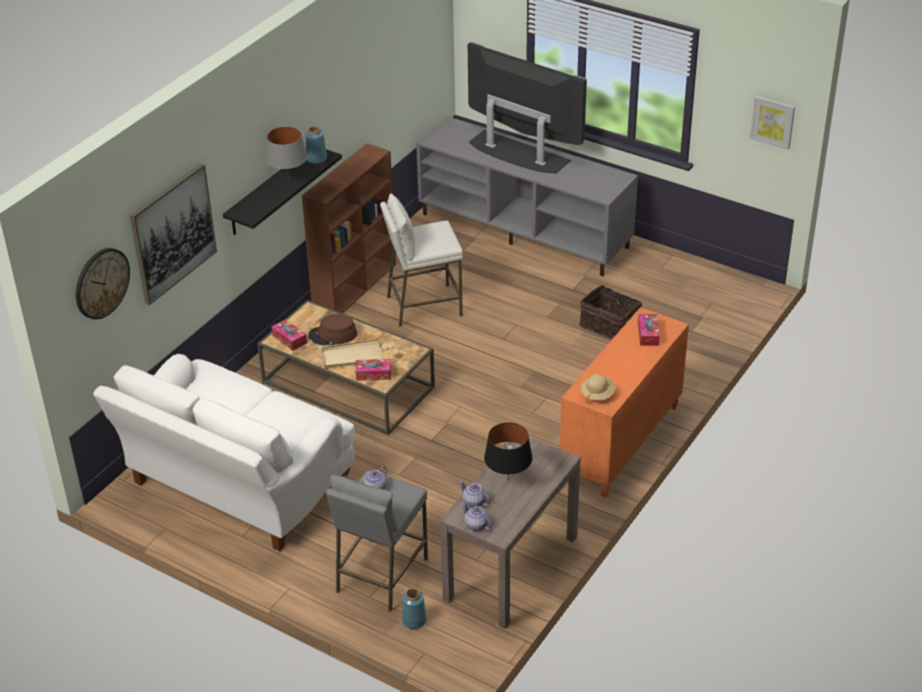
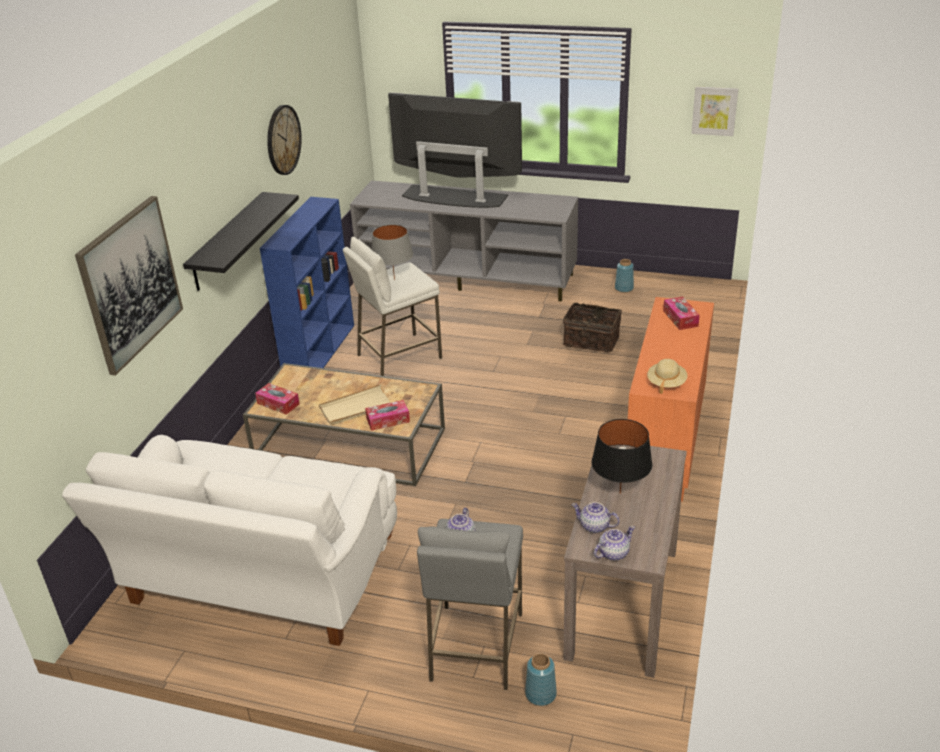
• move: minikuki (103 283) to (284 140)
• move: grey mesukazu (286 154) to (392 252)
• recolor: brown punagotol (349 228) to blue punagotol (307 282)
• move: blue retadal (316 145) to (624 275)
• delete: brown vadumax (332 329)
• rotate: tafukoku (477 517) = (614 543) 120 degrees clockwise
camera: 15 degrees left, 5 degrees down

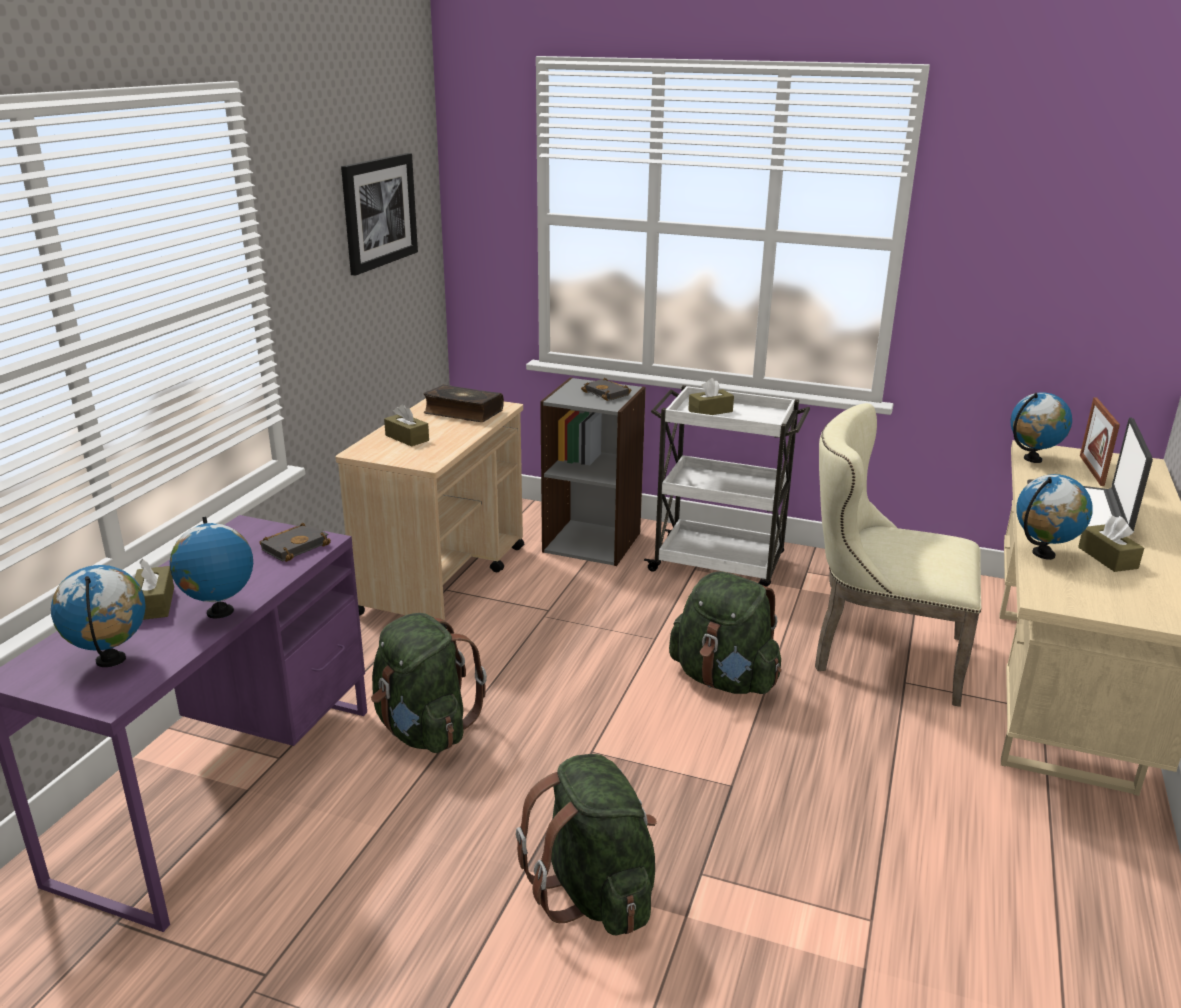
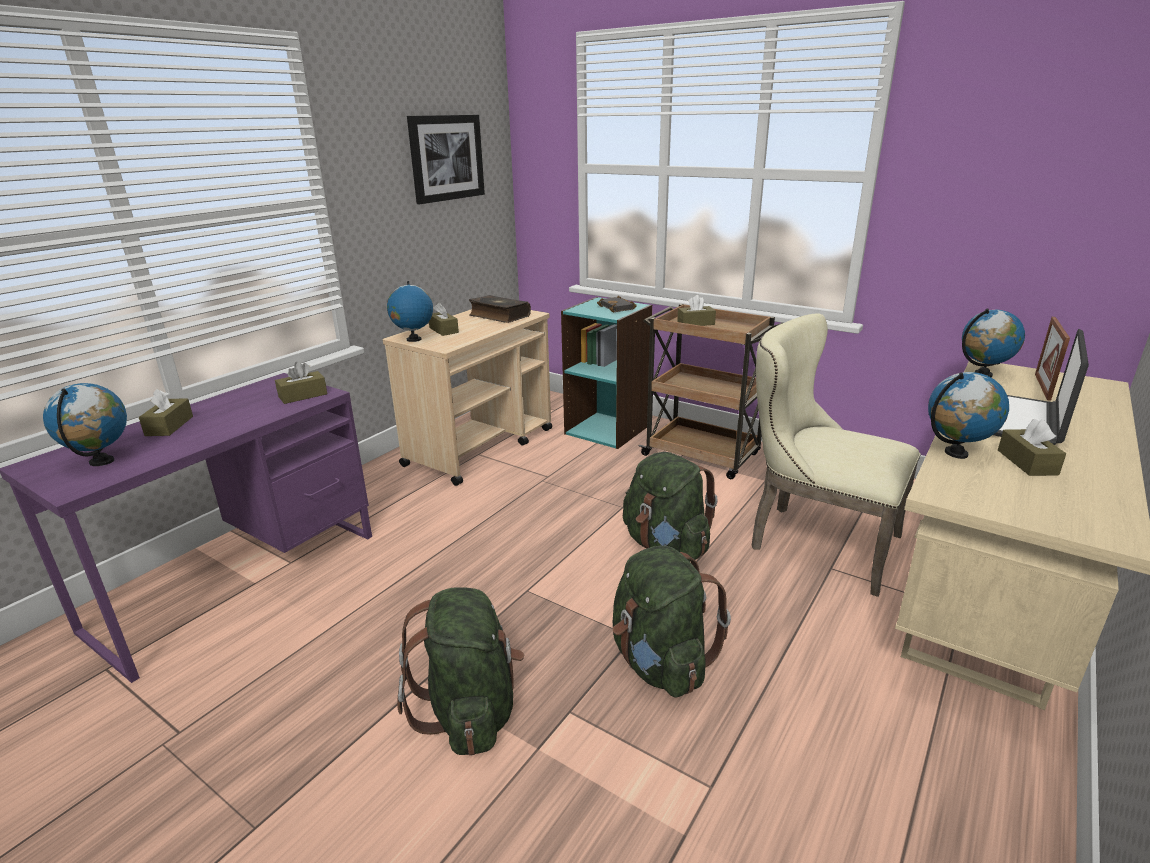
• move: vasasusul (211 567) to (410 311)
• replace: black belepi (295 542) to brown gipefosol (301 383)
• move: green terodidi (429 683) to (672 621)
• recolor: grey punagotol (593 471) to turquoise punagotol (606 373)
• recolor: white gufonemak (727 486) to brown gufonemak (710 391)
camera: 15 degrees right, 0 degrees up

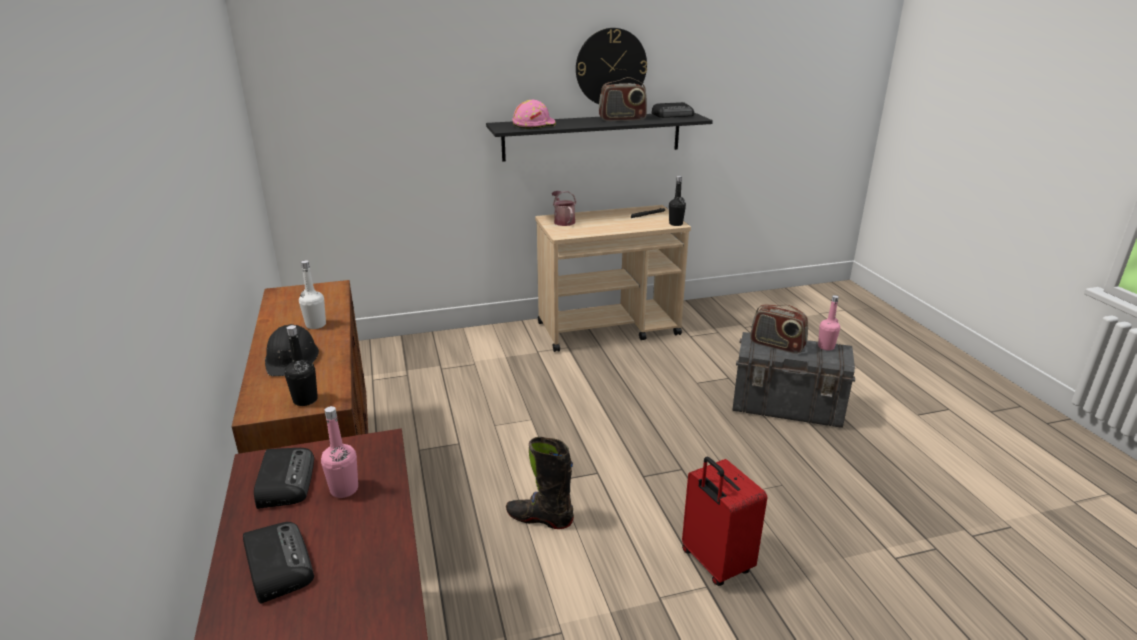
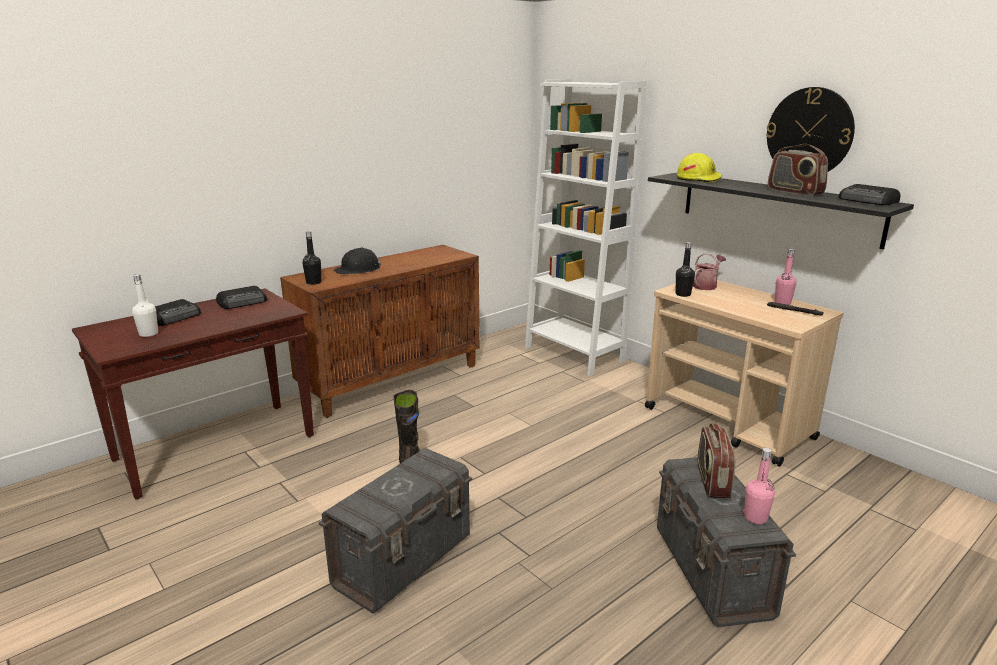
• move: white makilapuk (312 294) to (145 305)
• move: pink makilapuk (339 452) to (786 277)
• recolor: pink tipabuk (534 114) to yellow tipabuk (699 168)
• move: black makilapuk (677 201) to (685 269)
• replace: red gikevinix (724 521) to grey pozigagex (395 531)
• insert: white punagotol (586 227)
camera: 65 degrees right, 5 degrees down

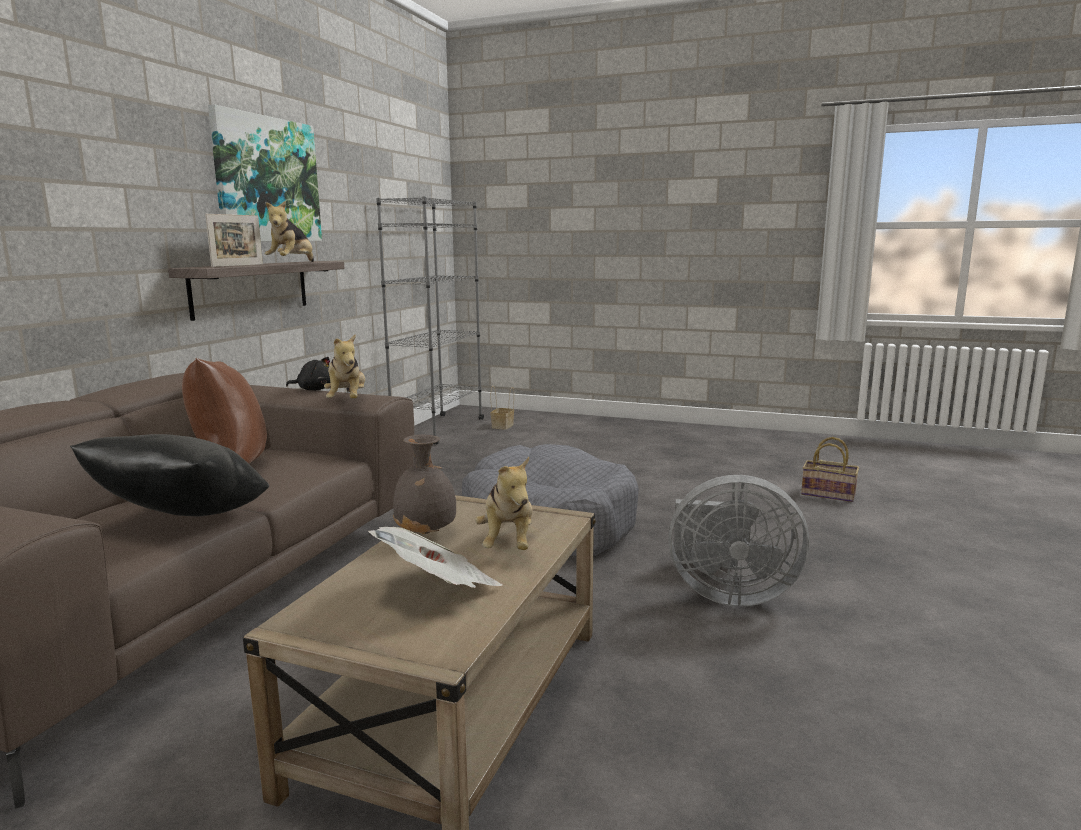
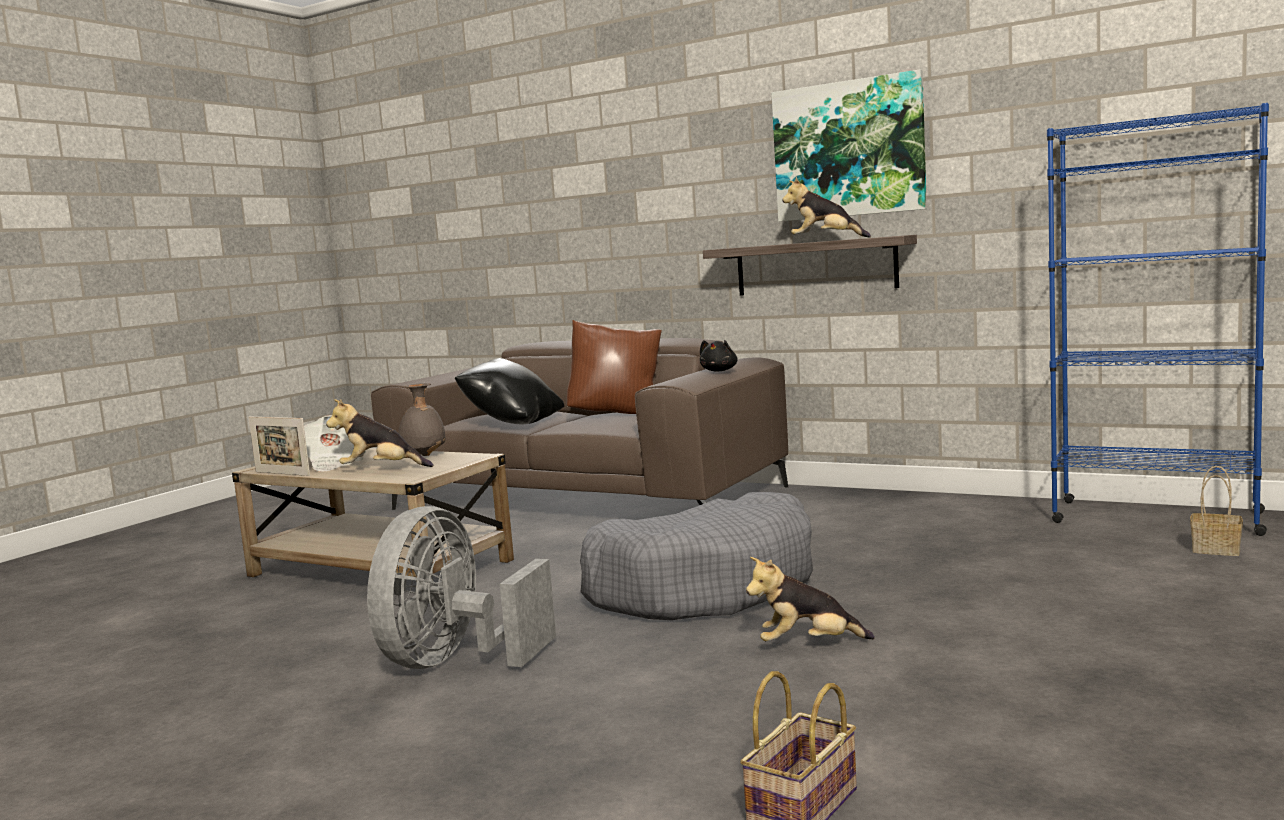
• move: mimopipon (234 240) to (279 446)
• move: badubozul (344 366) to (810 599)
• recolor: grey punagotol (430 320) to blue punagotol (1158 319)
camera: 100 degrees right, 5 degrees down

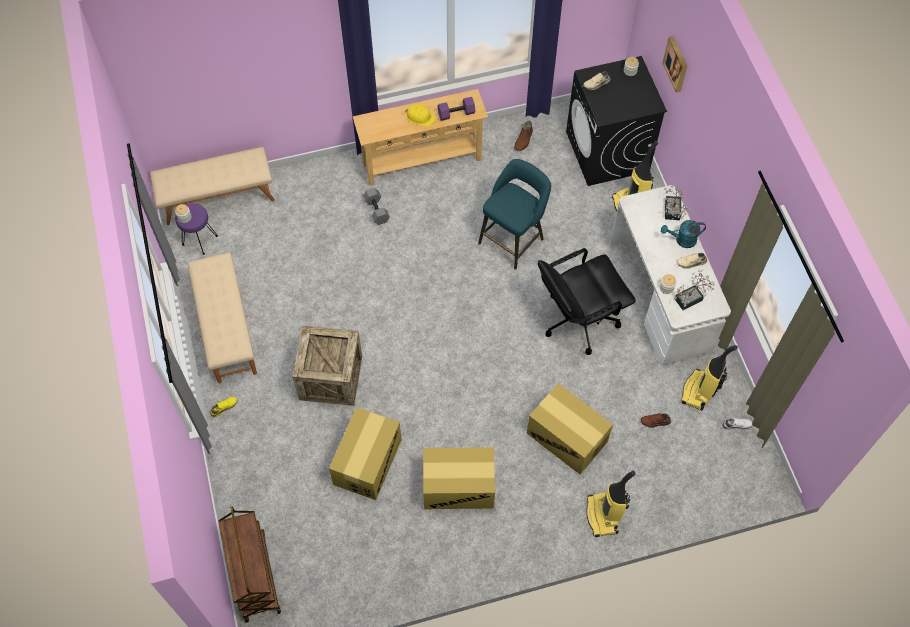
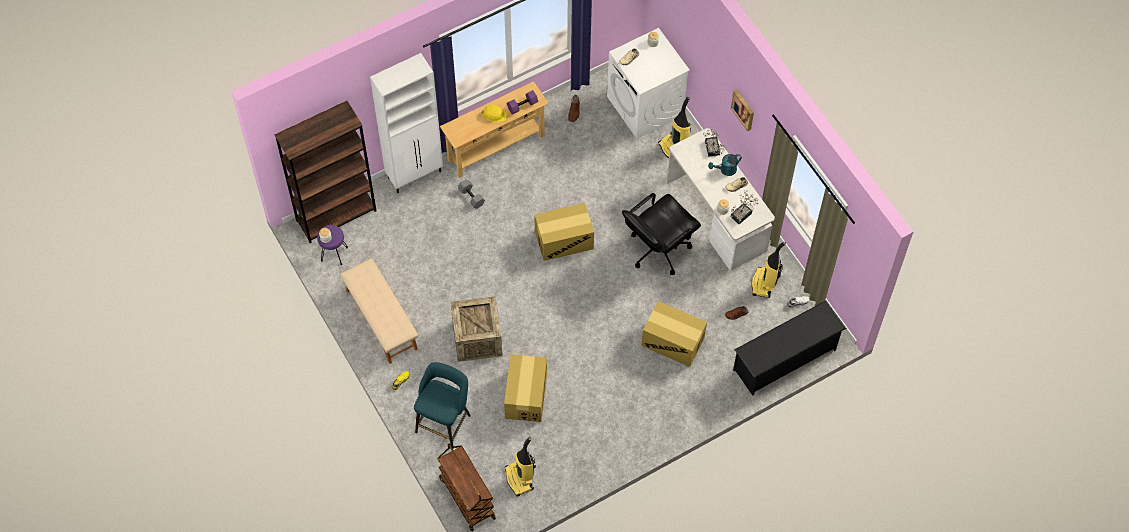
• replace: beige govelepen (212 186) to brown punagotol (325 172)
• move: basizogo (459 478) to (564 232)
• move: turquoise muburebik (514 214) to (442 404)
• recolor: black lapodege (616 121) to white lapodege (648 83)
• move: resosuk (610 504) to (520 466)
• move: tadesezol (674 64) to (742 110)
• insert: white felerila (406 123)
• insert: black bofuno (790 348)
camera: 15 degrees left, 0 degrees up

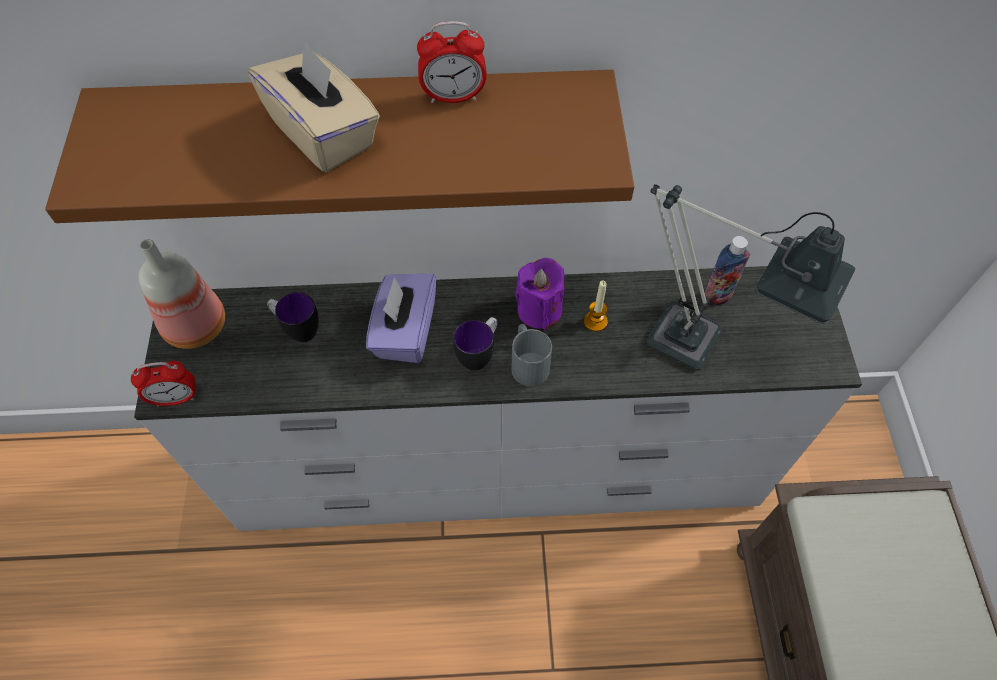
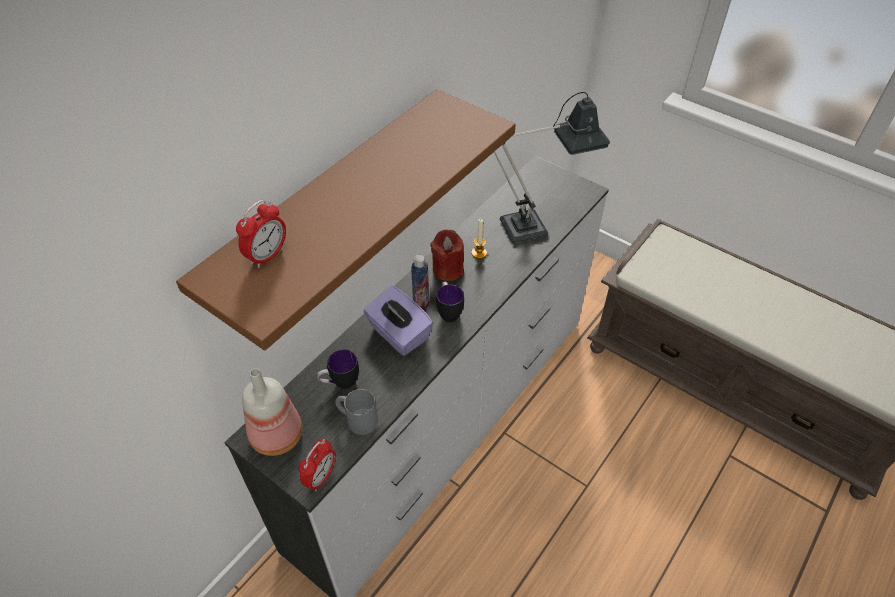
• delete: beige gipefosol (314 106)
• move: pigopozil (452 62) to (261 234)
• move: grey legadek (531 355) to (356 412)
• recolor: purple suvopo (539 294) to red suvopo (447 255)
• move: makilapuk (727 271) to (420 282)
camera: 50 degrees left, 10 degrees down

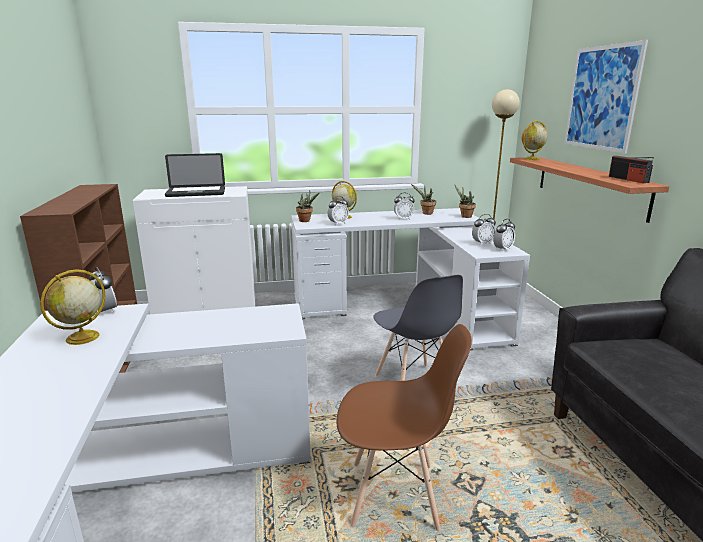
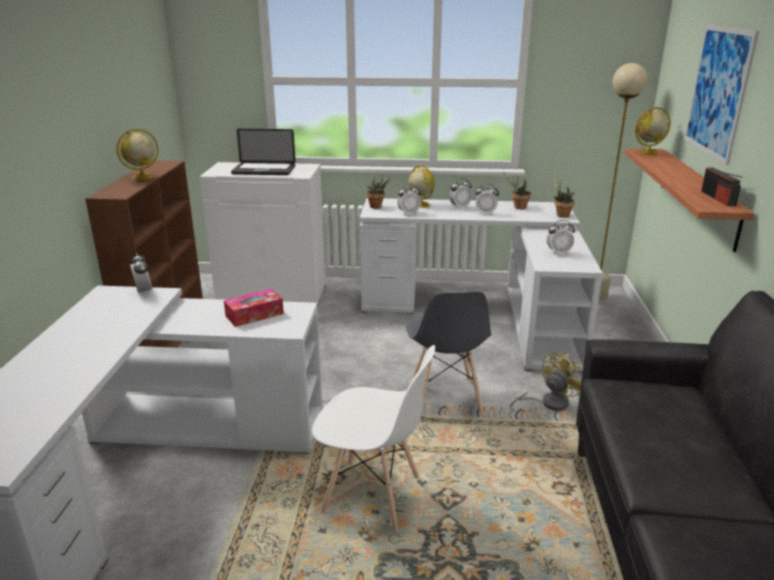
• move: vasasusul (72 307) to (137 154)
• recolor: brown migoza (404 427) to white migoza (373 438)
• move: pigopozil (504 235) to (460 193)
• insert: gipefosol (254 308)
• insert: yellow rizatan (546 381)
camera: 15 degrees right, 5 degrees up

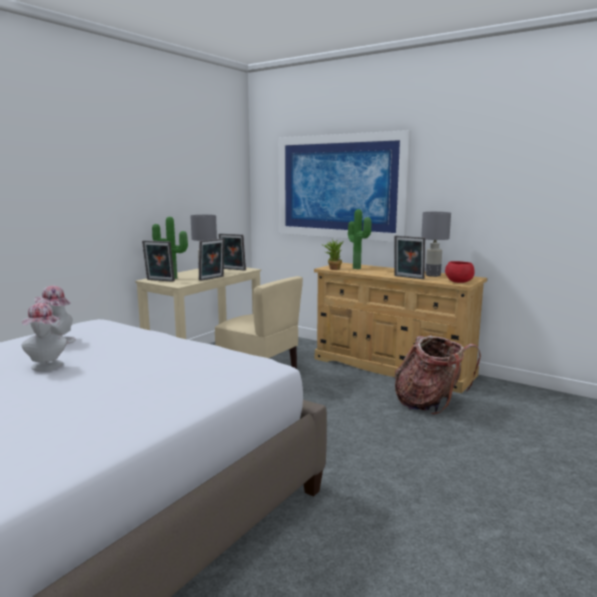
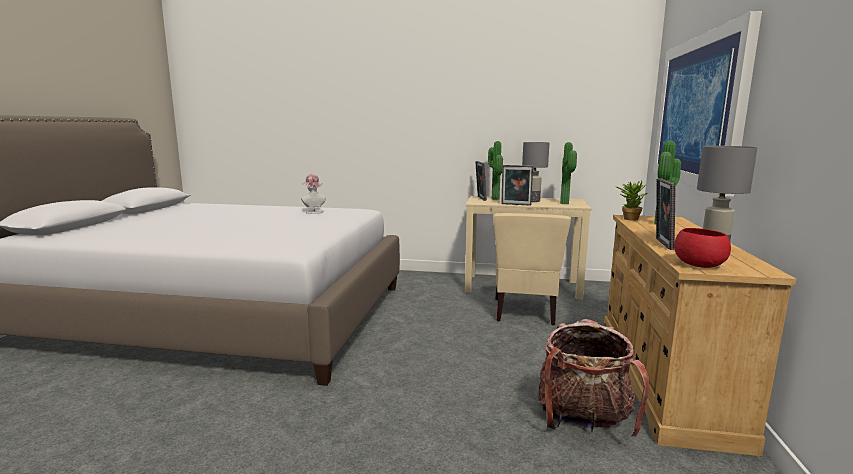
• delete: vadumax (44 337)
• replace: mimopipon (232 251) to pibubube (568 173)
camera: 65 degrees right, 0 degrees up

